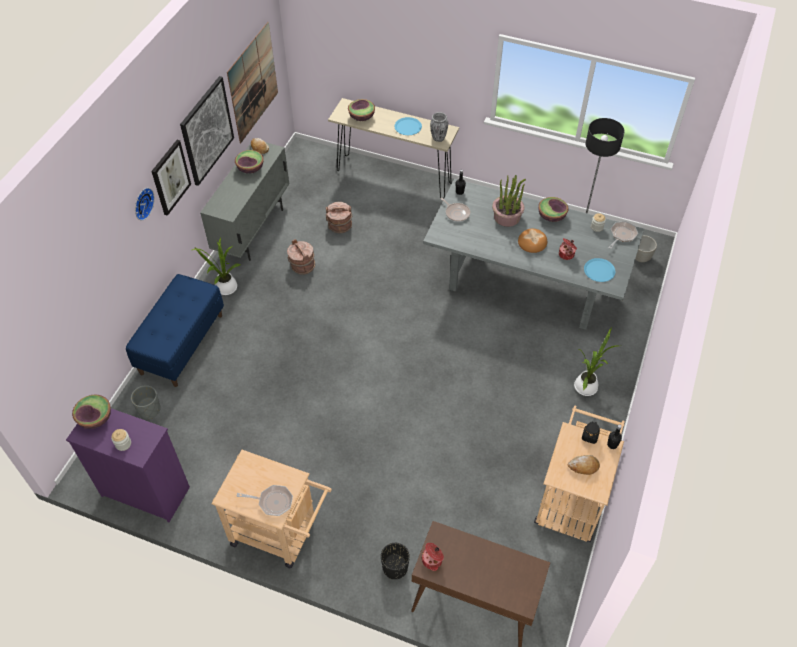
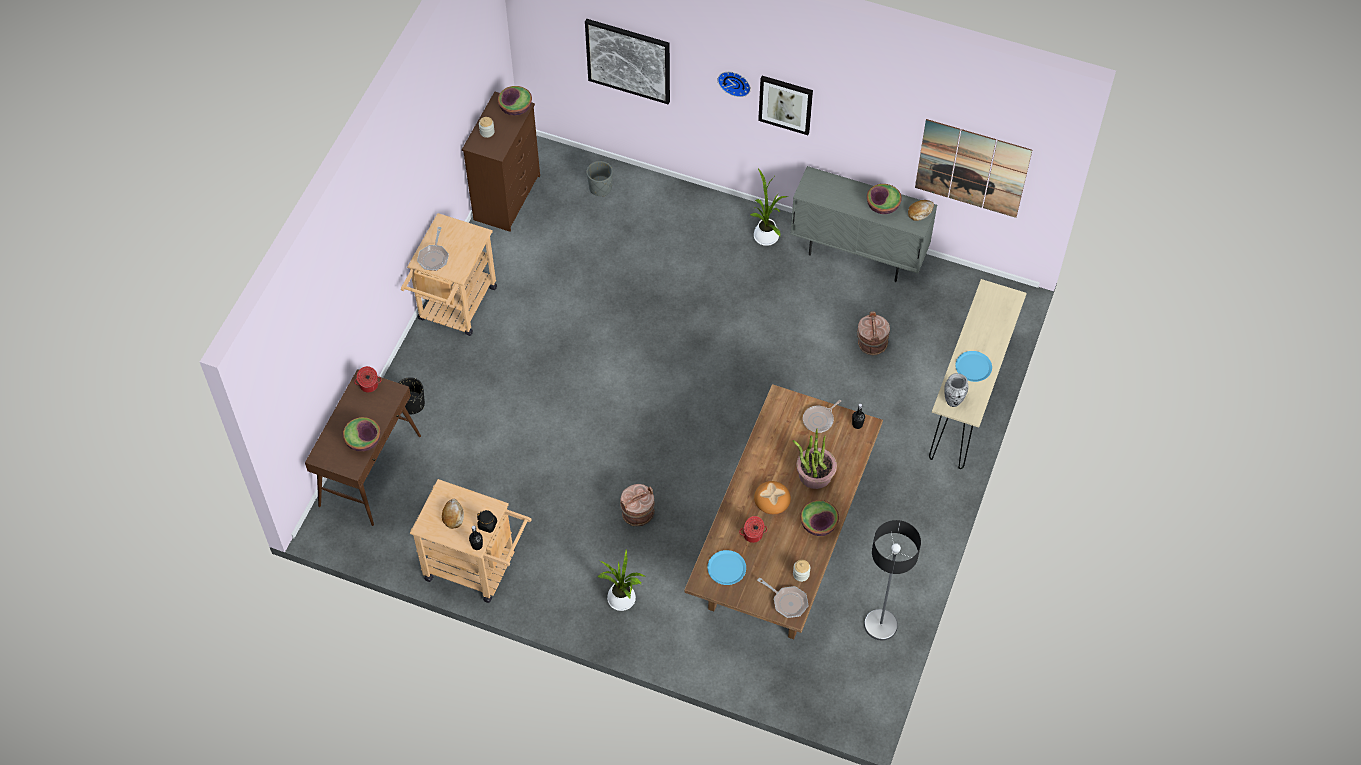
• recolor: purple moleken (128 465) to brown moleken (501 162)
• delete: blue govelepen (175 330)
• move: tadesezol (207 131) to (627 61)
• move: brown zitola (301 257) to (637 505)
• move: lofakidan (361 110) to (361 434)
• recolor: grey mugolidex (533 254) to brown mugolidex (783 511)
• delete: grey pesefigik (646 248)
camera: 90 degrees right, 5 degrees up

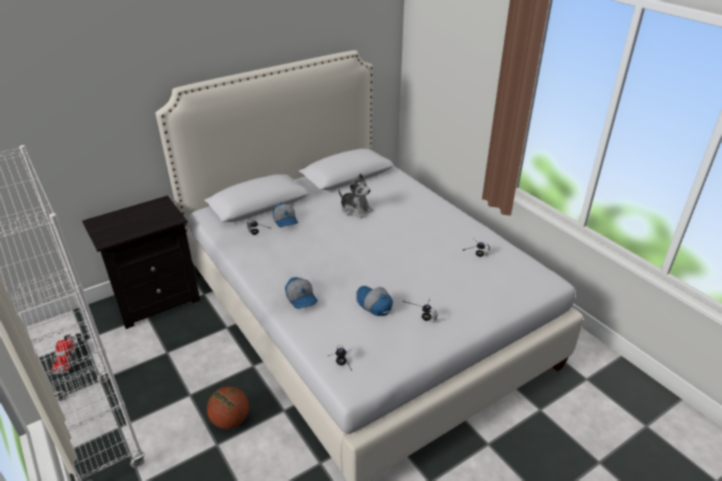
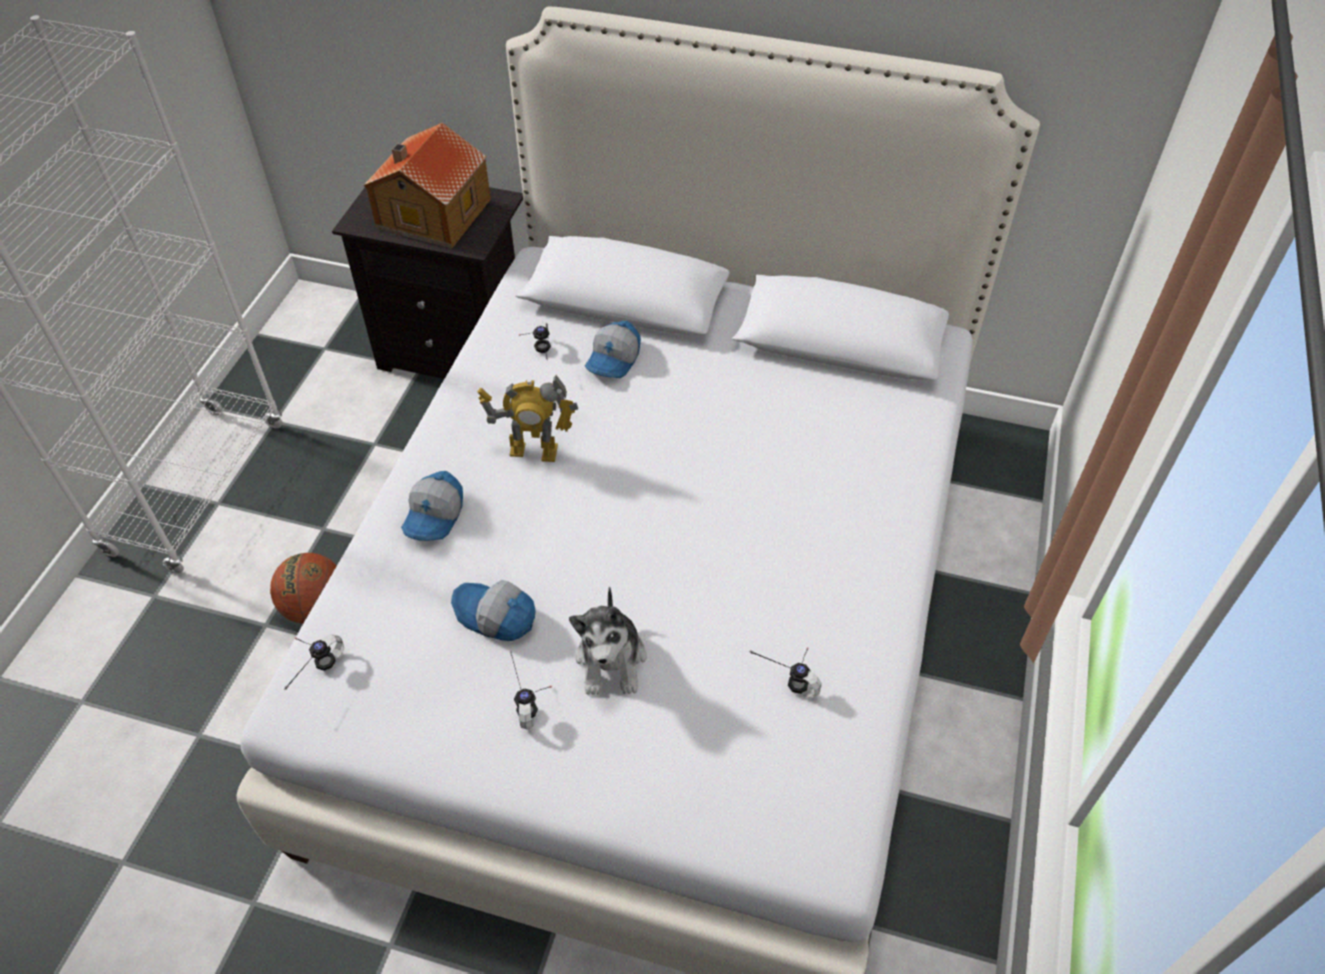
• delete: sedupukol (66 354)
• move: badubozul (355 196) to (608 640)
• rotate: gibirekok (375 301) = (493 610) 75 degrees counterclockwise
• insert: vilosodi (427 186)
• insert: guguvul (527 418)
camera: 50 degrees right, 15 degrees up

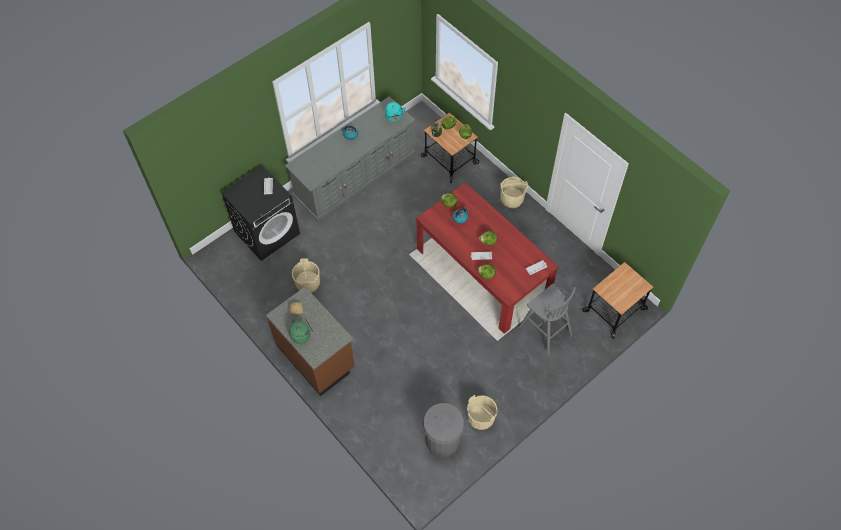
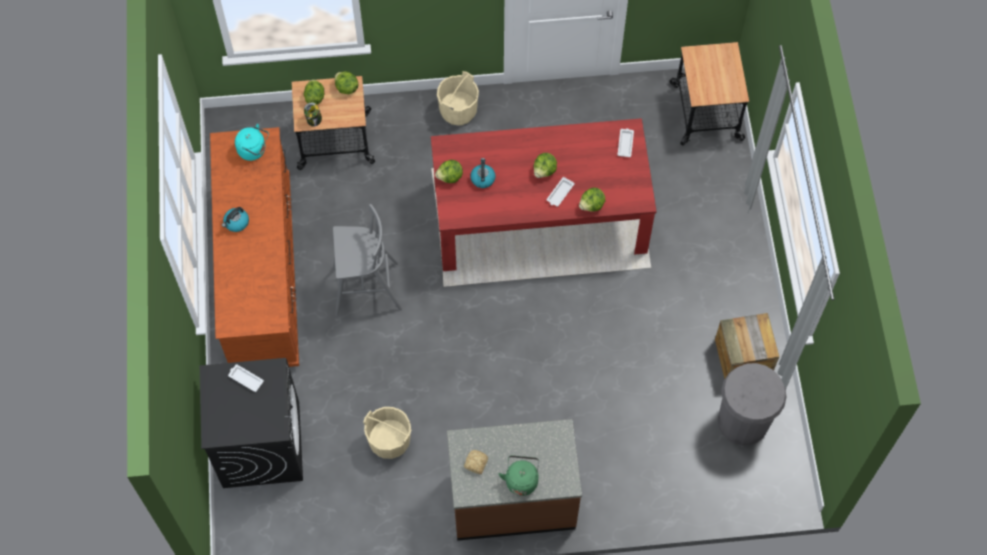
• recolor: grey moleken (350 158) to brown moleken (254 247)
• replace: beige zitola (482 412) to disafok (747 346)
• move: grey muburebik (547 320) to (367 260)
camera: 55 degrees left, 5 degrees up

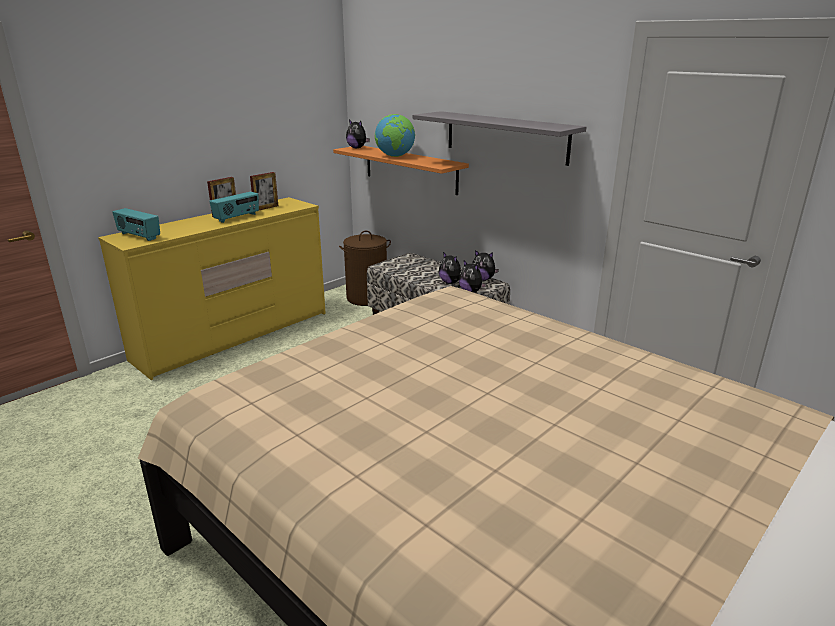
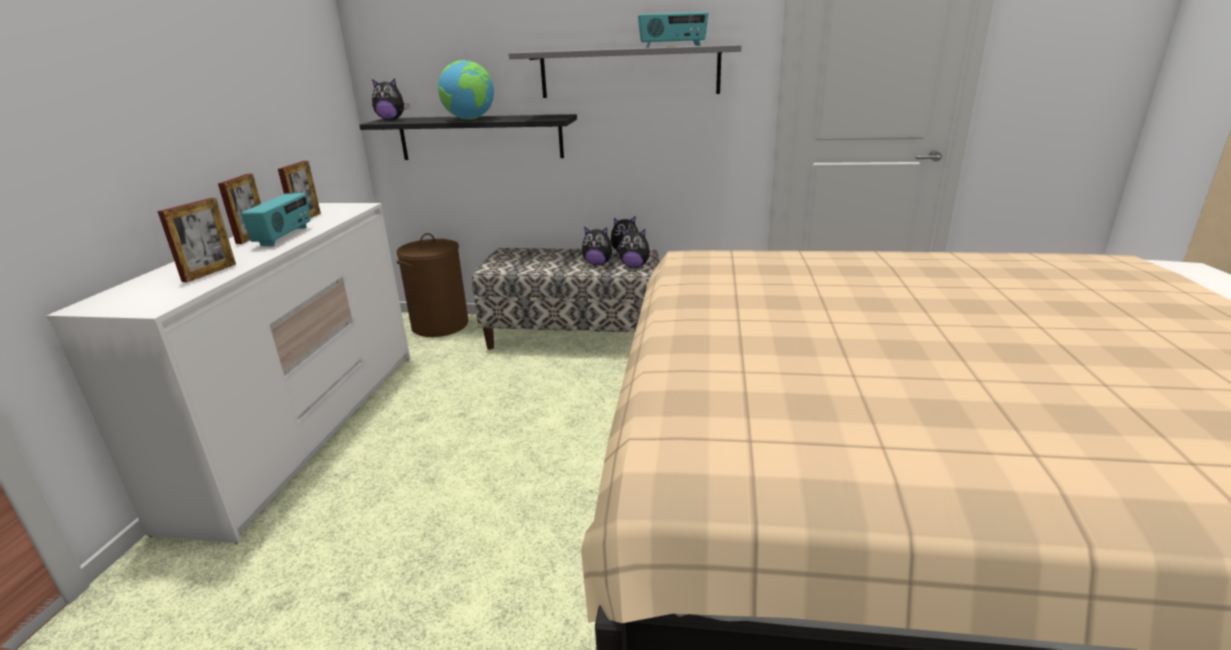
• recolor: yellow moleken (212 288) to white moleken (228 373)
• move: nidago (136 224) to (673 30)
• recolor: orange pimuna (401 170) to black pimuna (468 137)
• insert: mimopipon (196 240)
camera: 35 degrees left, 0 degrees up

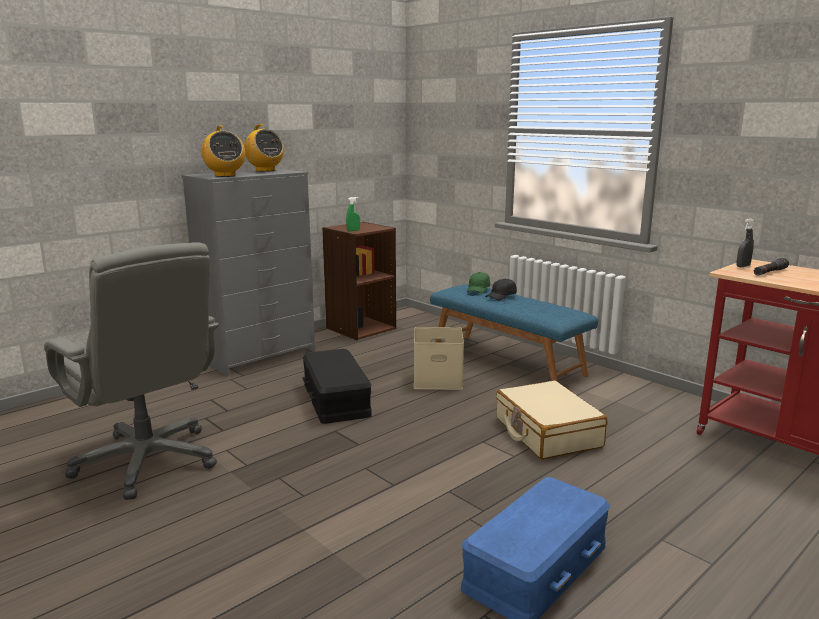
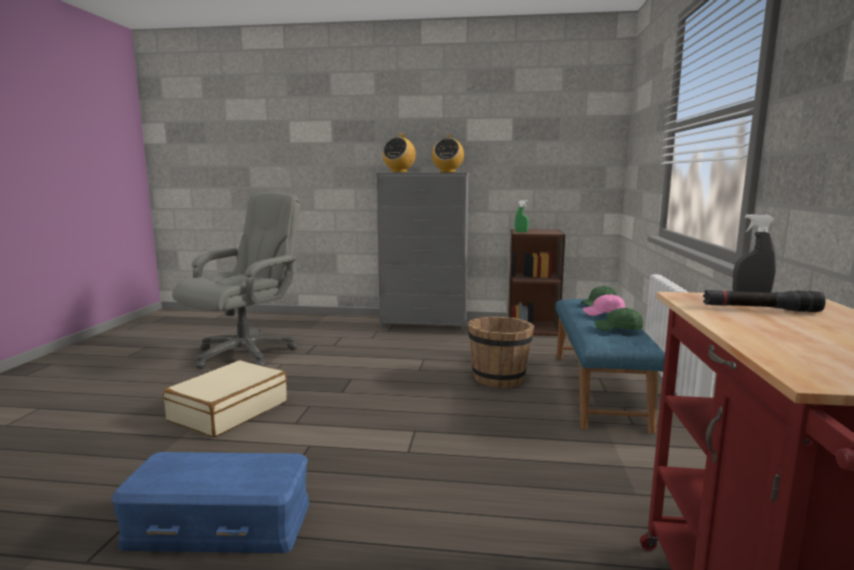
• rotate: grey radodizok (131 371) = (236 280) 150 degrees counterclockwise
• delete: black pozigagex (337 386)
• replace: beige pozigagex (439 358) to brown zitola (501 352)
• recolor: black gibirekok (501 289) to pink gibirekok (603 305)
• move: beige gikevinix (551 419) to (225 399)
• insert: green gibirekok (618 319)
camera: 50 degrees right, 5 degrees down

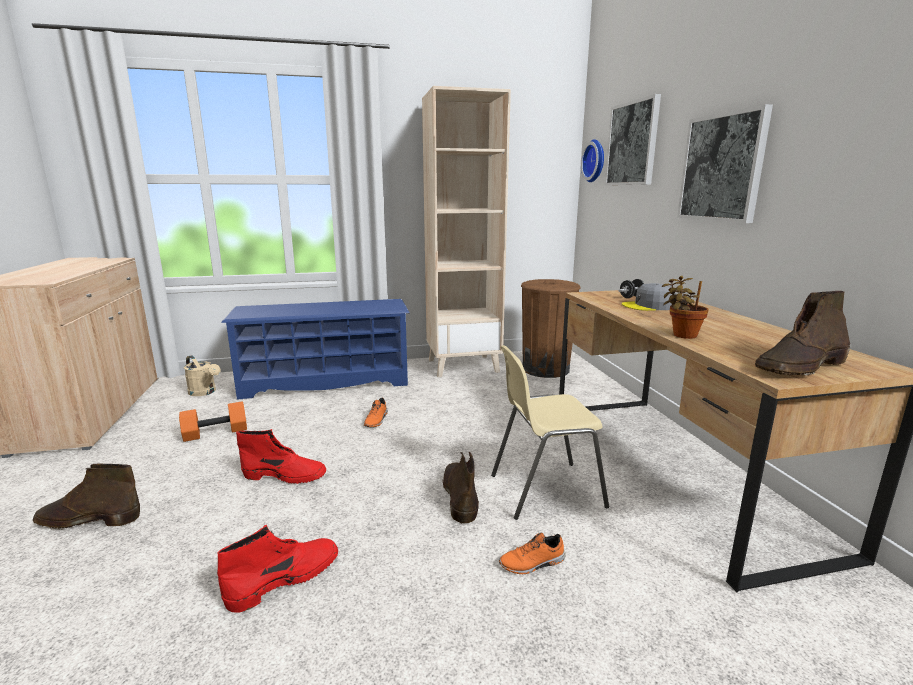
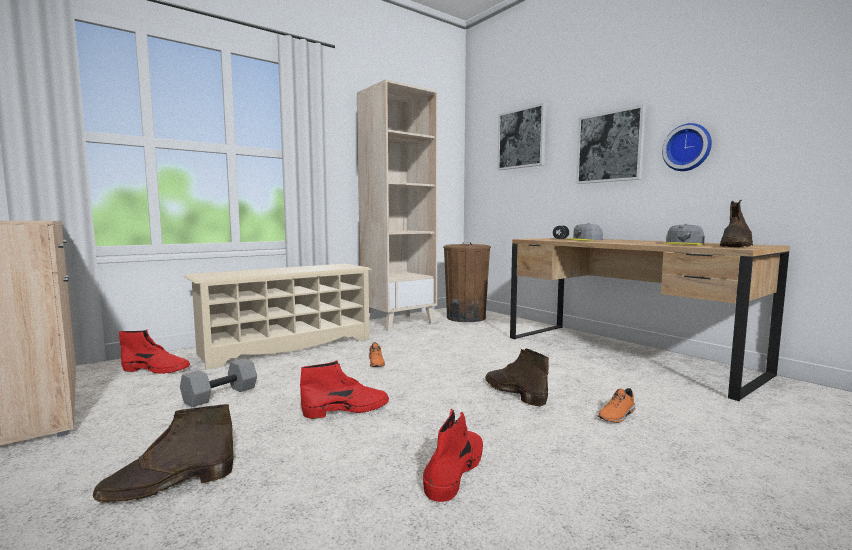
• recolor: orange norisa (213 421) to grey norisa (218 382)
• replace: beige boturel (202 375) to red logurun (154 352)
• recolor: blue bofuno (315 349) to beige bofuno (277 317)
• delete: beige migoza (550 432)
• move: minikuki (592 160) to (687 147)
• delete: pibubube (685 307)
• insert: grey gibirekok (684 234)
camera: 25 degrees left, 10 degrees down

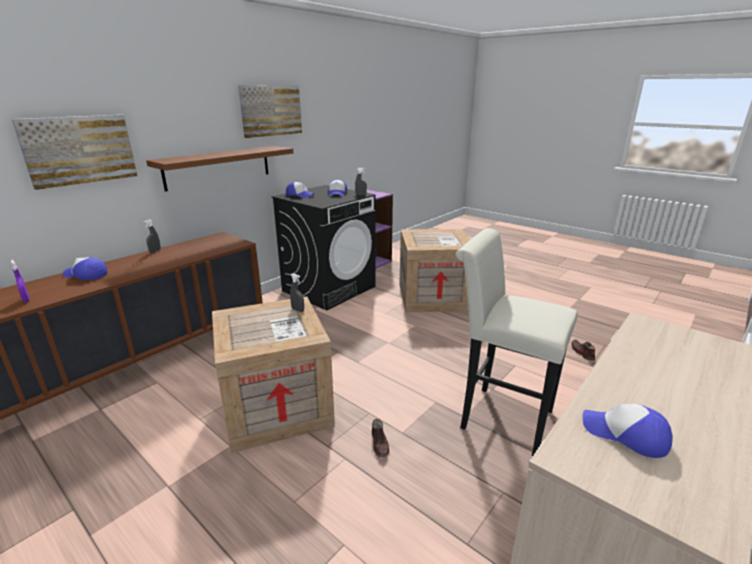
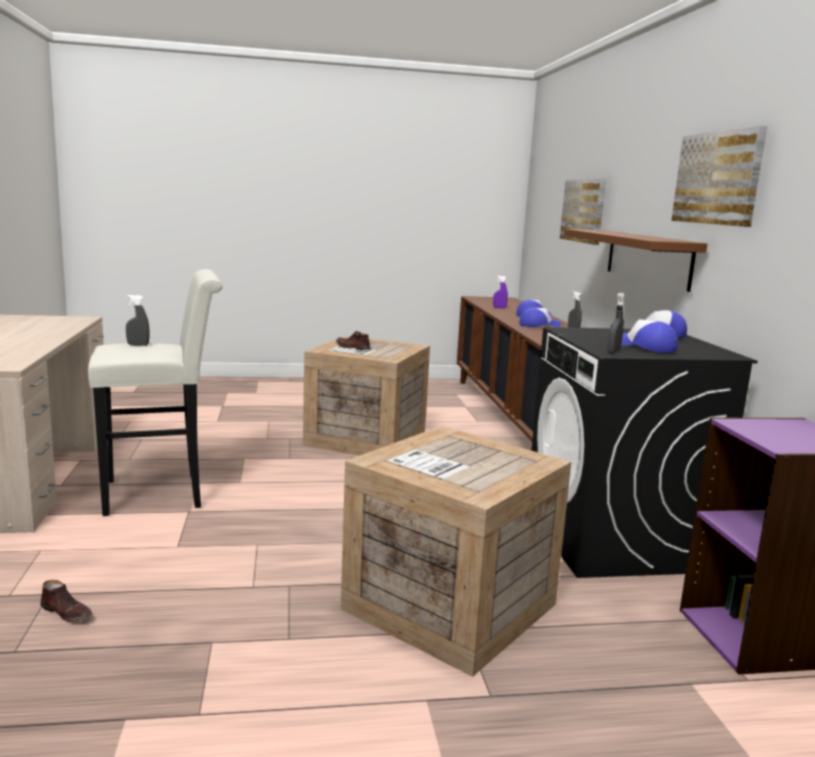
• move: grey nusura (297 292) to (137 320)
• move: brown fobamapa (380 438) to (353 340)
• move: gibirekok (628 431) to (540 317)
camera: 130 degrees right, 10 degrees down

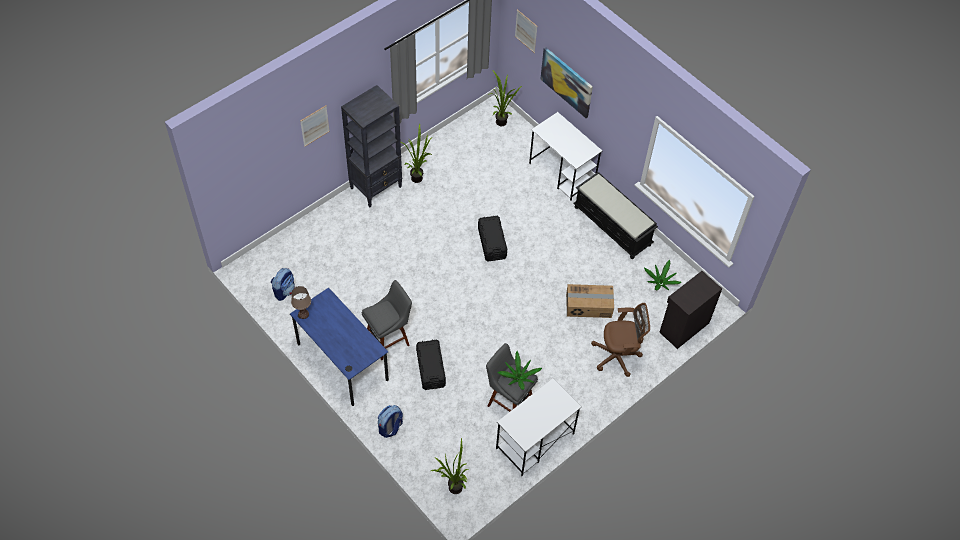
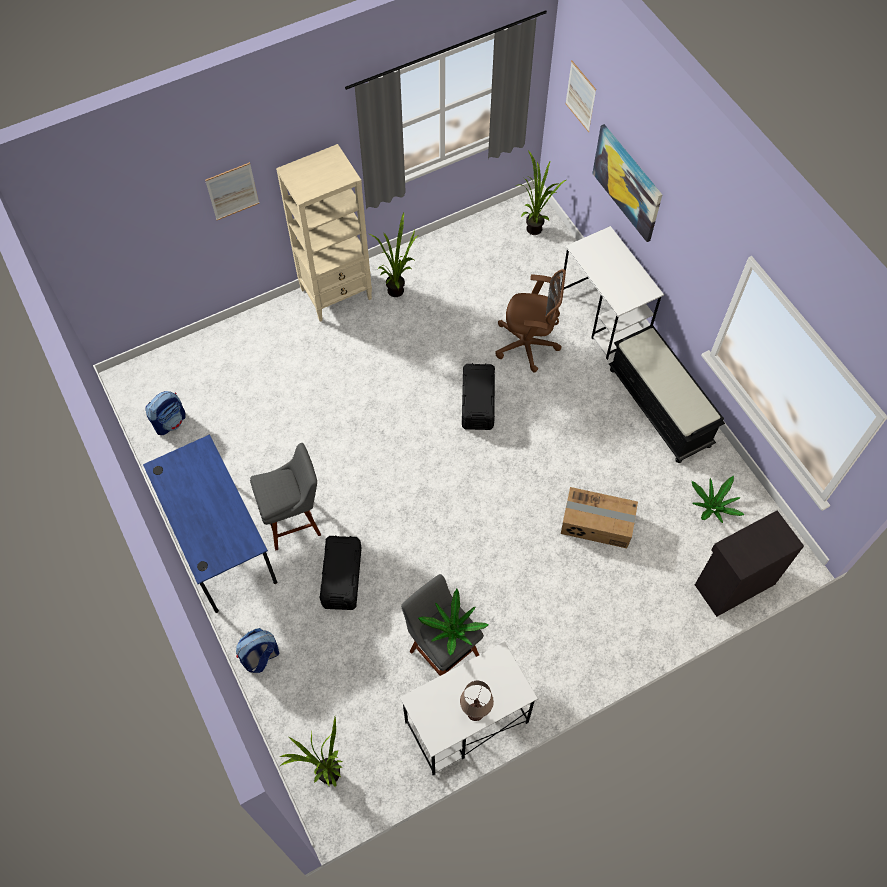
• move: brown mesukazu (301 302) to (477 701)
• recolor: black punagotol (371 146) to beige punagotol (324 233)
• move: brown radodizok (620 340) to (530 321)
camera: 15 degrees right, 5 degrees up

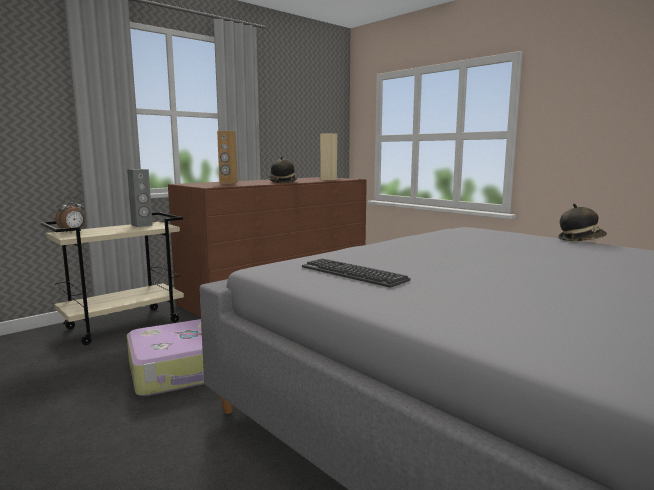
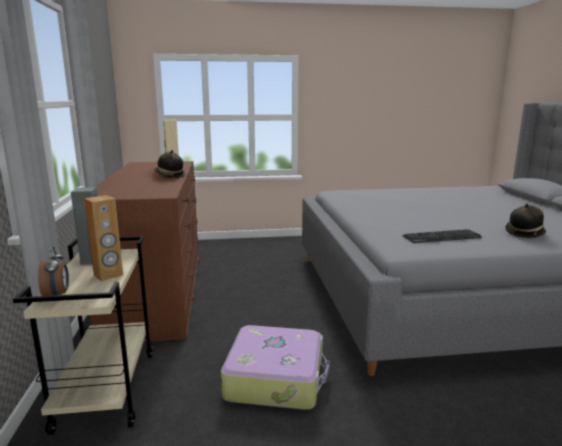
• move: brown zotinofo (227 157) to (103 238)
• move: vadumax (582 222) to (525 220)
camera: 55 degrees left, 5 degrees up

